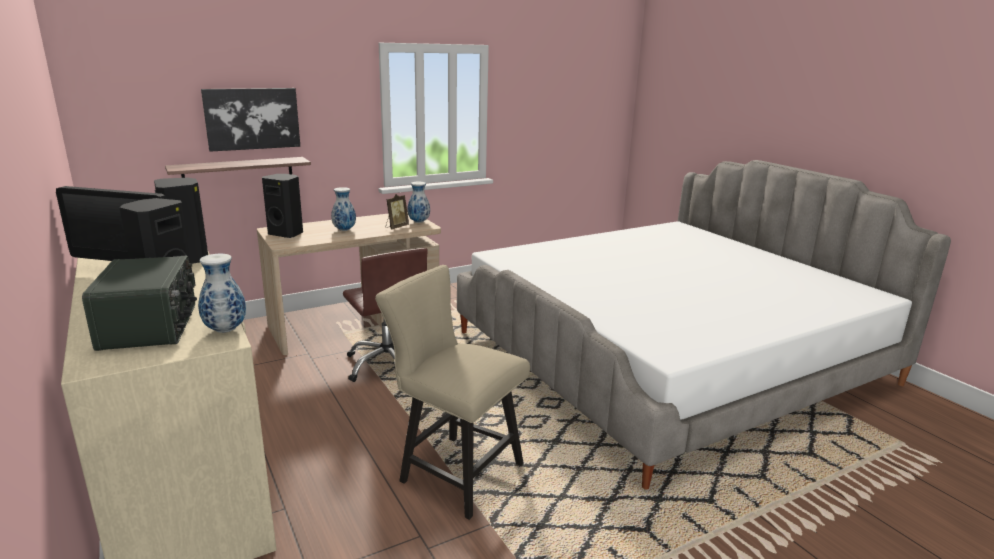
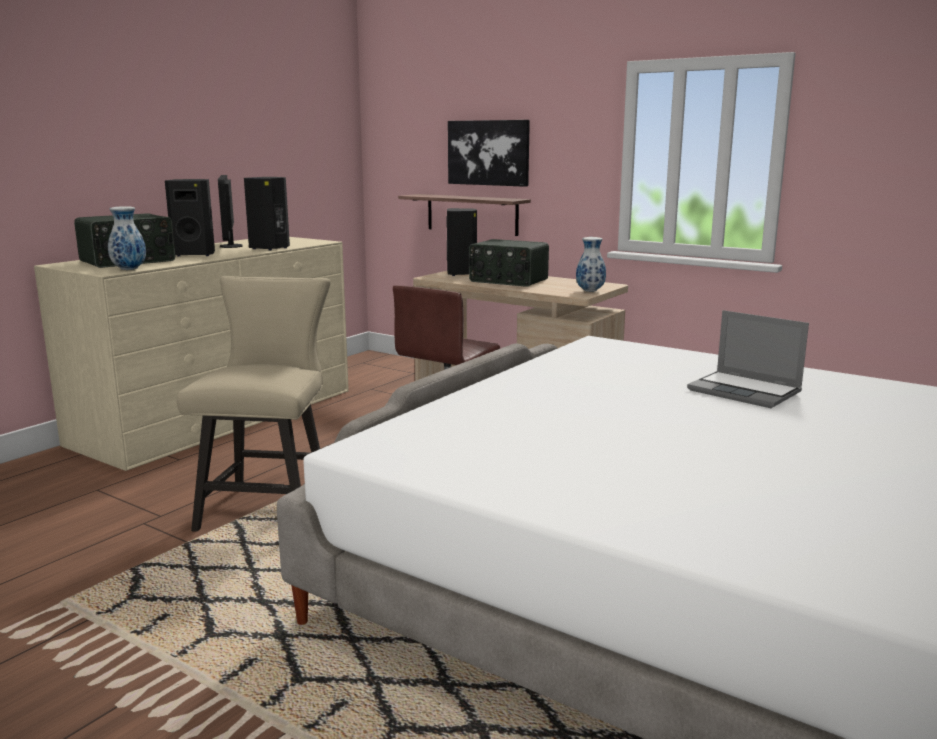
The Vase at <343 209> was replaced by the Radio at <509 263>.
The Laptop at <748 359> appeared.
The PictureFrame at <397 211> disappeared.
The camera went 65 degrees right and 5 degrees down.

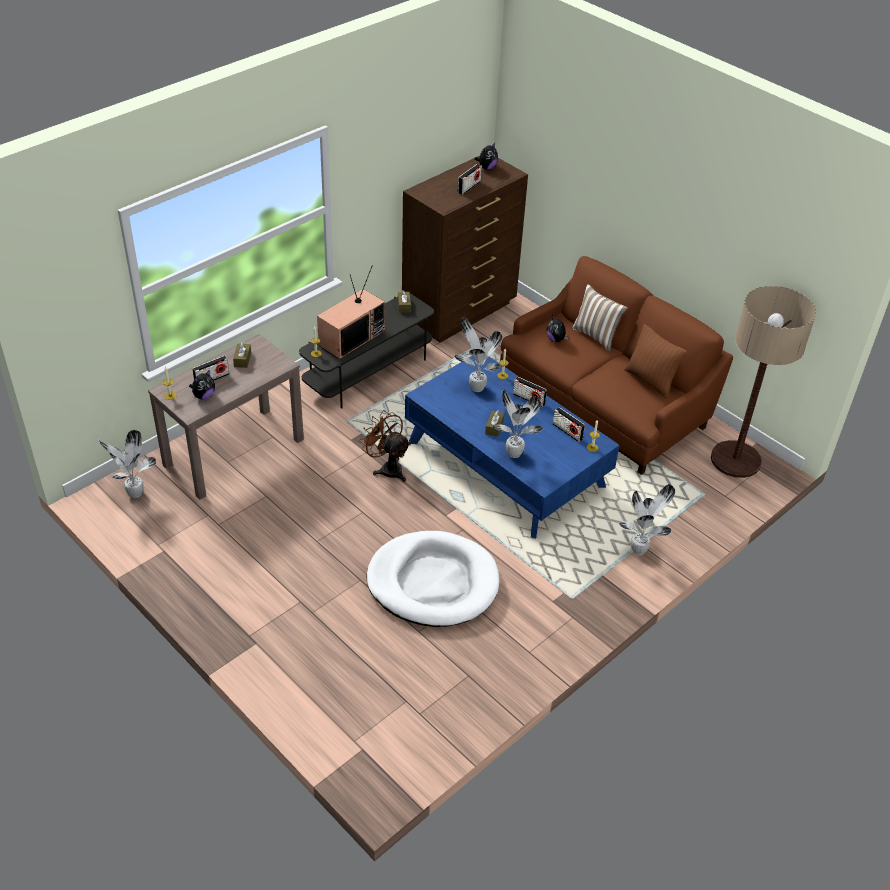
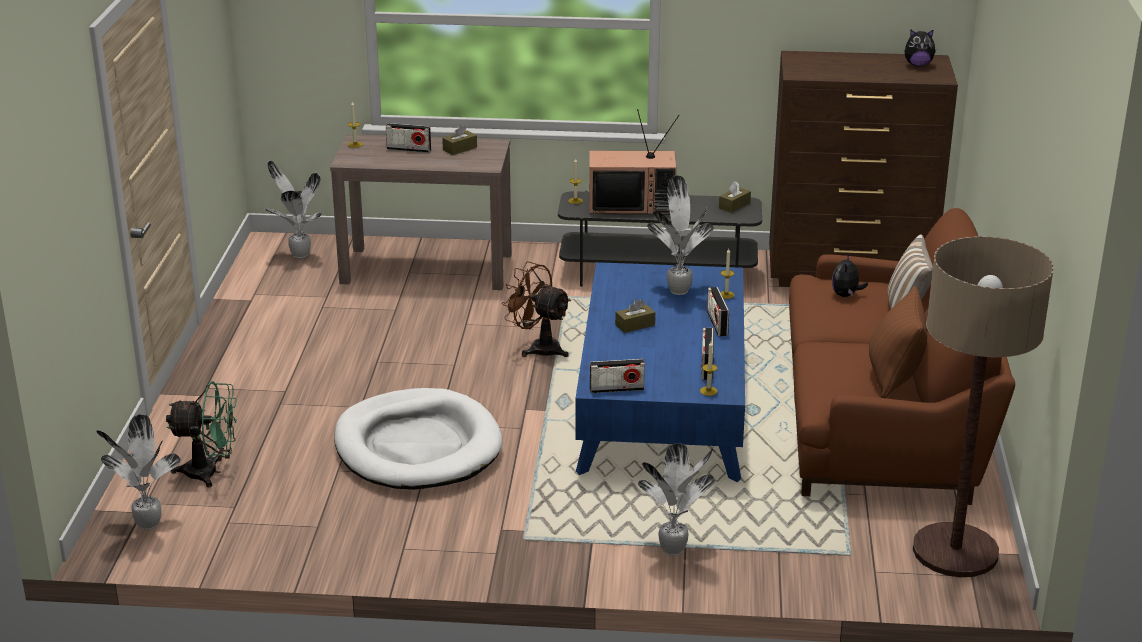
The PottedPlant moved from <517 424> to <138 472>.
The GreenFan at <202 434> appeared.
The BrownFan at <385 446> turned 60 degrees counterclockwise.
The Radio moved from <470 179> to <617 376>.
The PlushToy at <202 385> disappeared.
The camera went 50 degrees right and 15 degrees down.

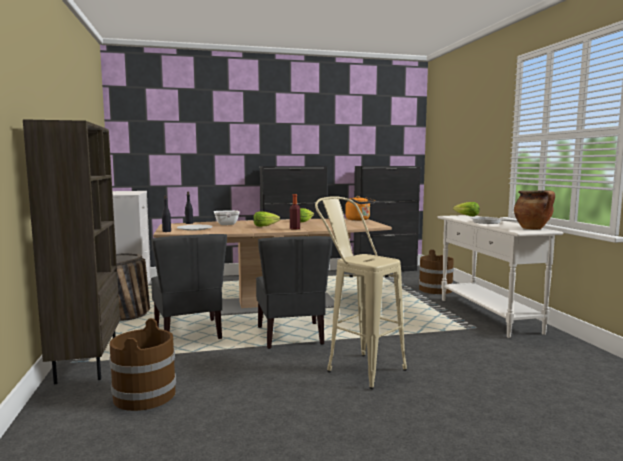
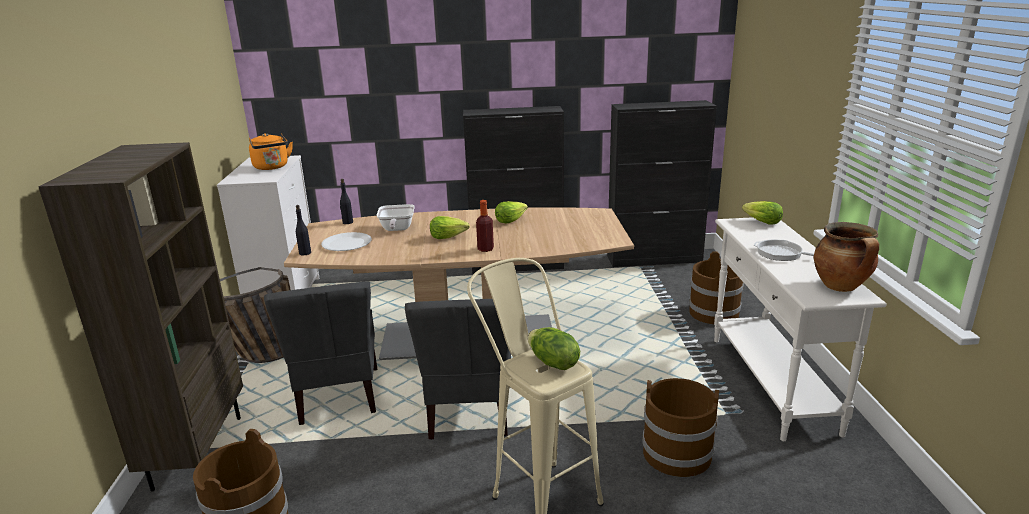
The OrangeKettle moved from <360 208> to <271 151>.
The Lettuce at <554 348> appeared.
The BrownBucket at <680 427> appeared.
The camera went 10 degrees right and 15 degrees up.

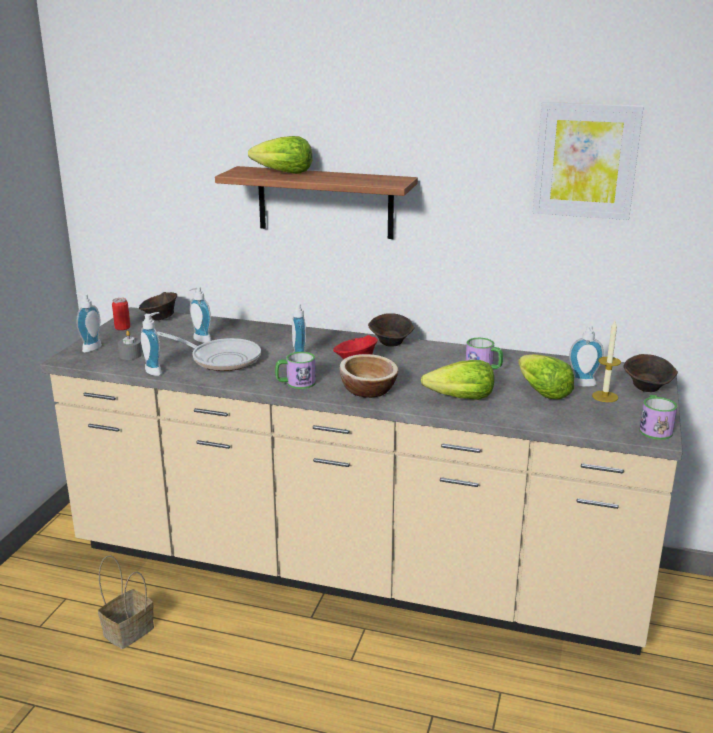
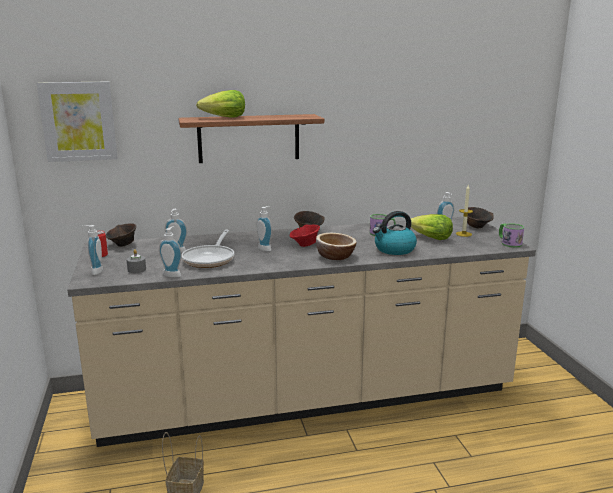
The Picture moved from <588 161> to <77 122>.
The FryingPan at <209 351> turned 105 degrees clockwise.
The Lettuce at <457 380> was replaced by the Kettle at <395 233>.
The Mug at <295 370> disappeared.
The camera went 30 degrees left and 5 degrees down.

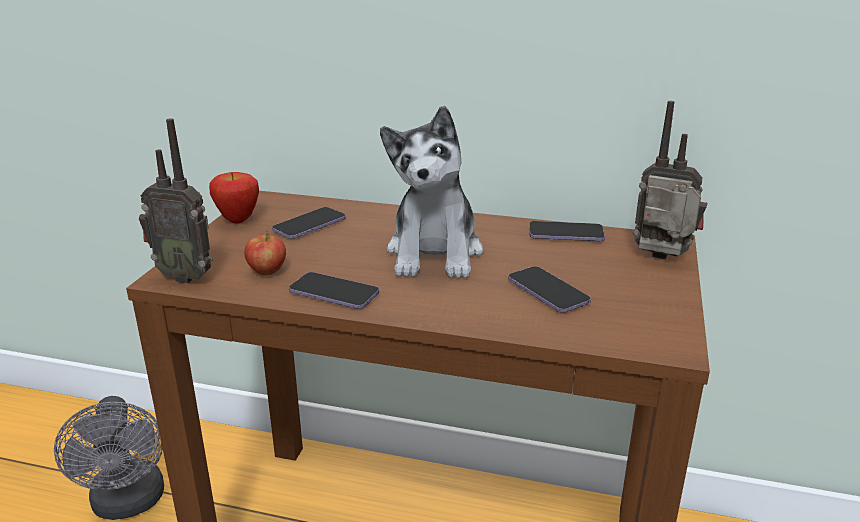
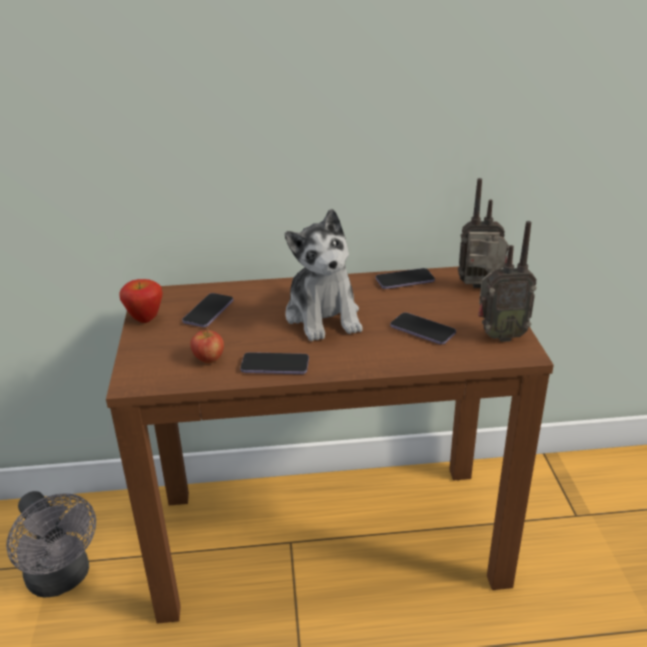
The Radio moved from <175 200> to <507 281>.
The camera went 20 degrees left and 5 degrees up.

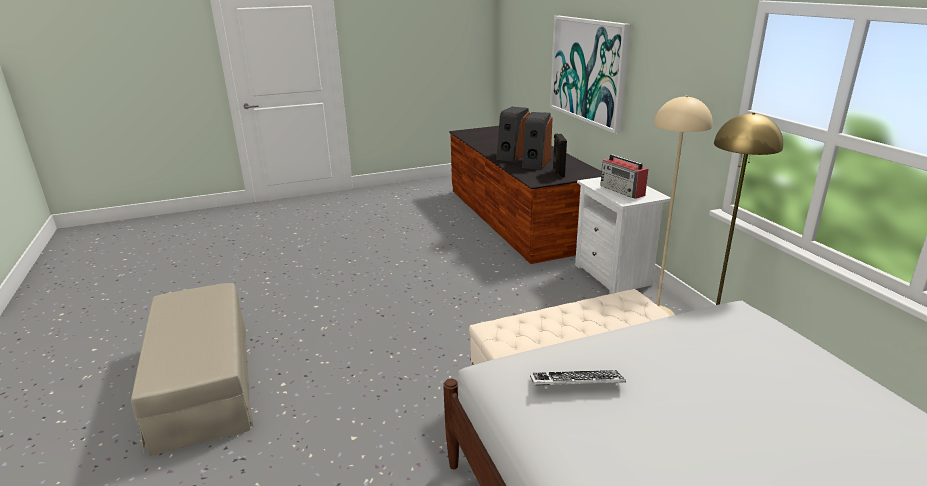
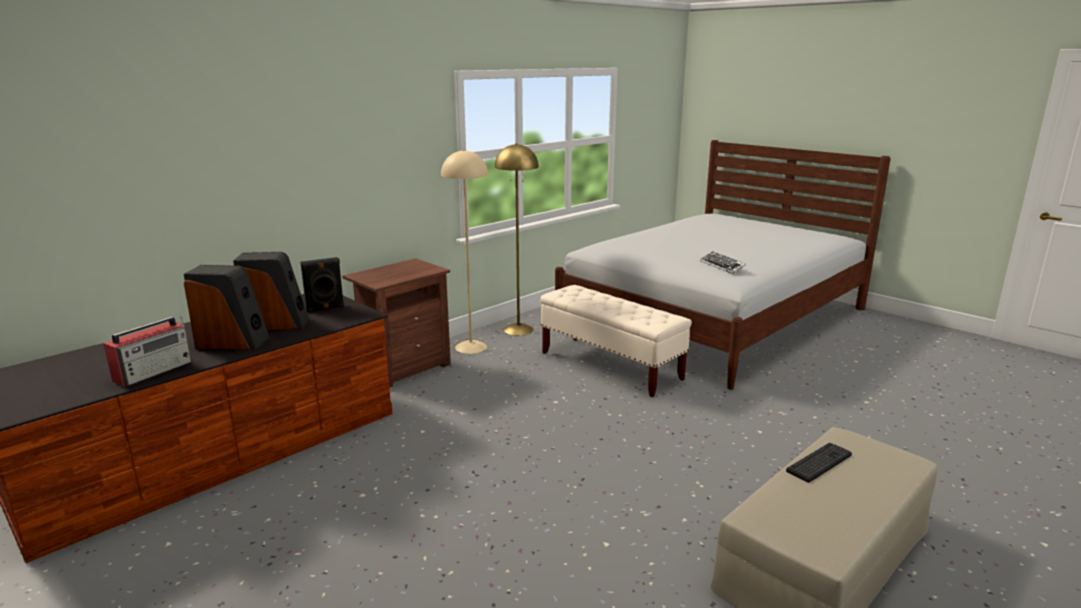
The Radio moved from <624 176> to <147 351>.
The WhiteNightstand at <623 235> became the BrownNightstand at <396 323>.
The Keyboard at <819 463> appeared.
The Picture at <590 75> disappeared.
The camera went 115 degrees left and 5 degrees down.

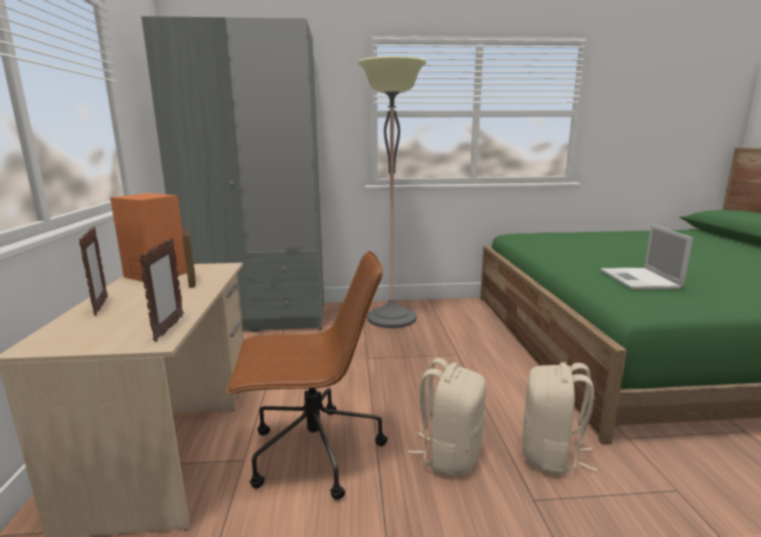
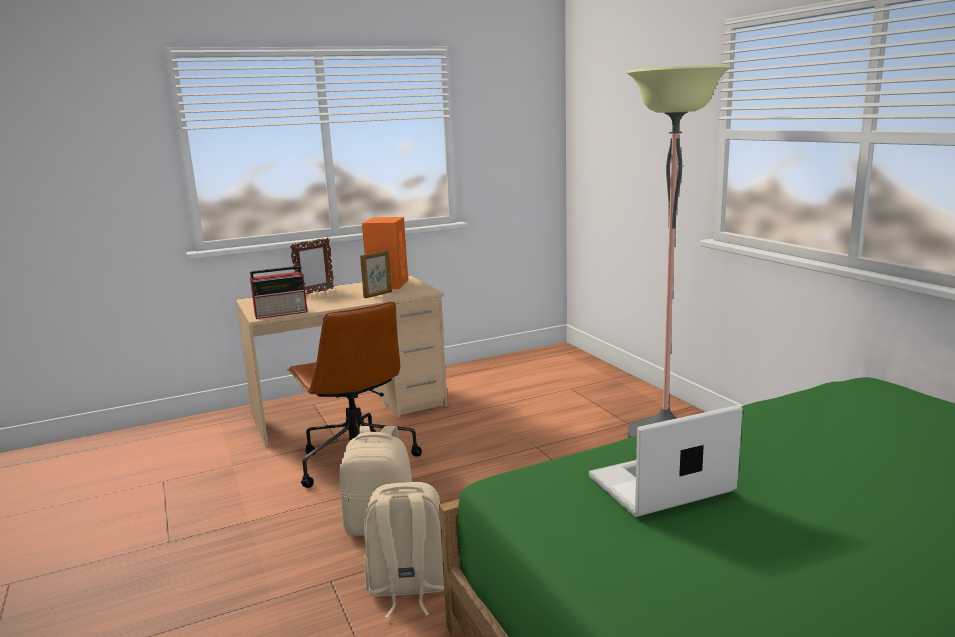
The PictureFrame at <161 289> was replaced by the Radio at <278 292>.
The GreyWardrobe at <232 173> disappeared.
The camera went 70 degrees right and 0 degrees up.

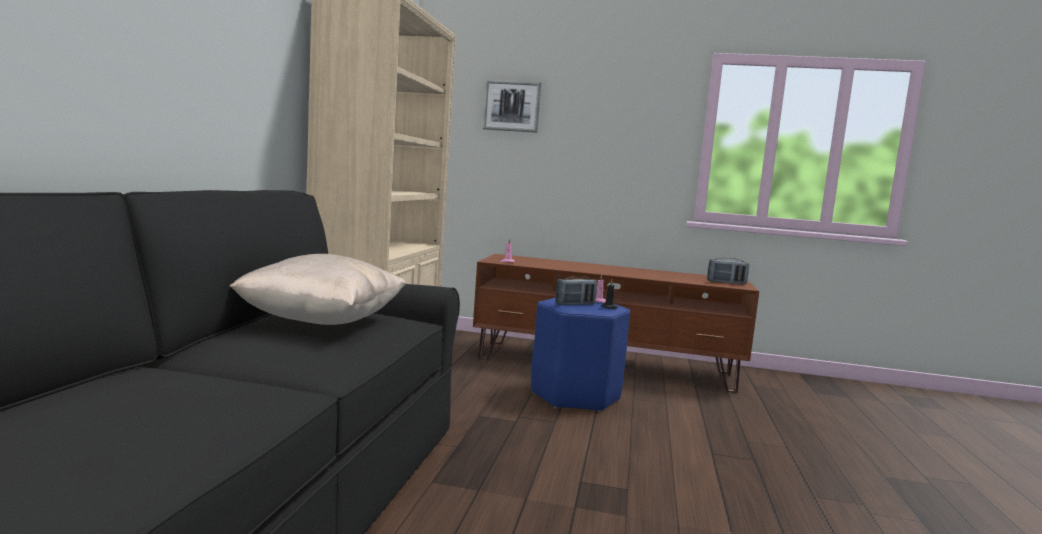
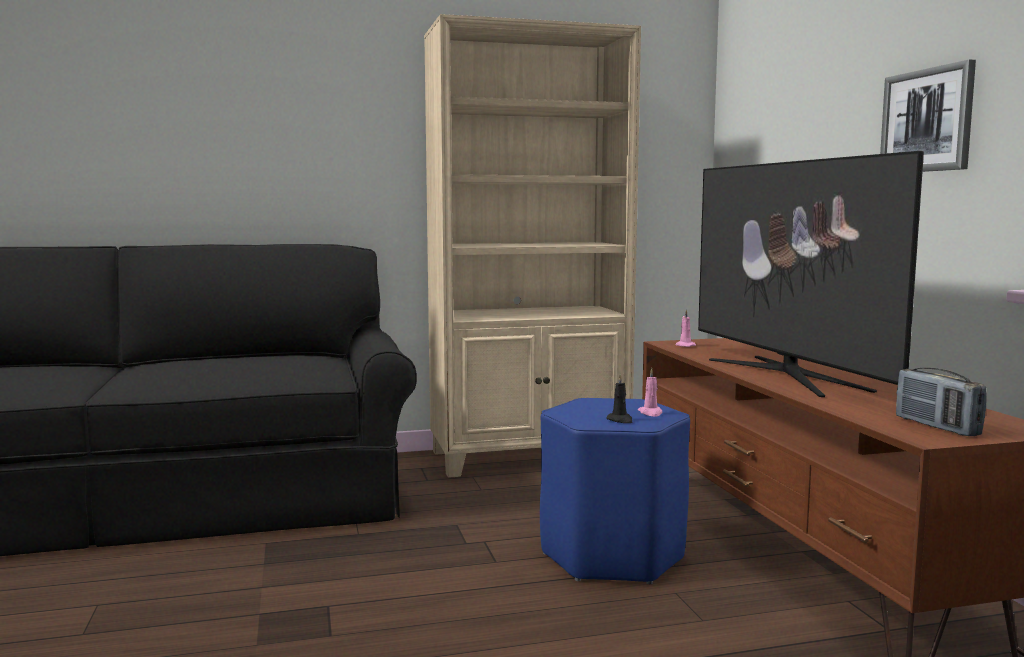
The Television at <811 274> appeared.
The Picture moved from <512 106> to <928 115>.
The BeigePillow at <318 289> disappeared.
The Radio at <576 290> disappeared.
The camera went 65 degrees right and 0 degrees up.

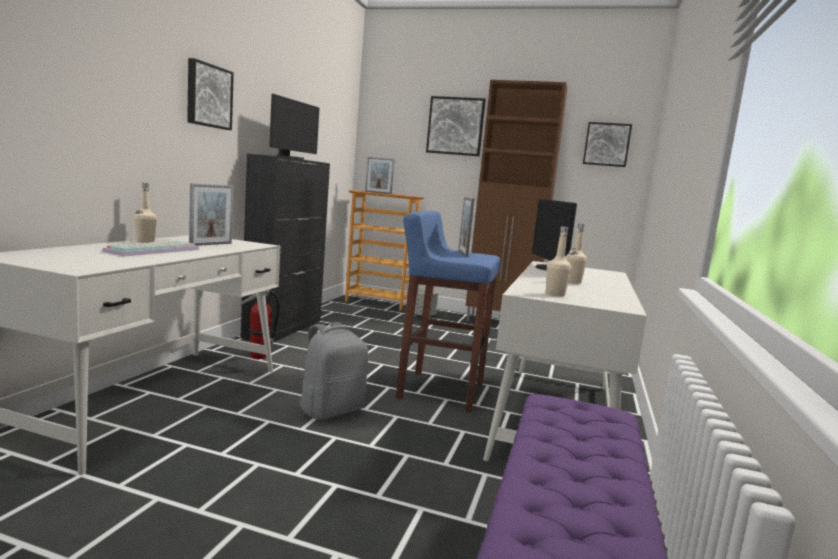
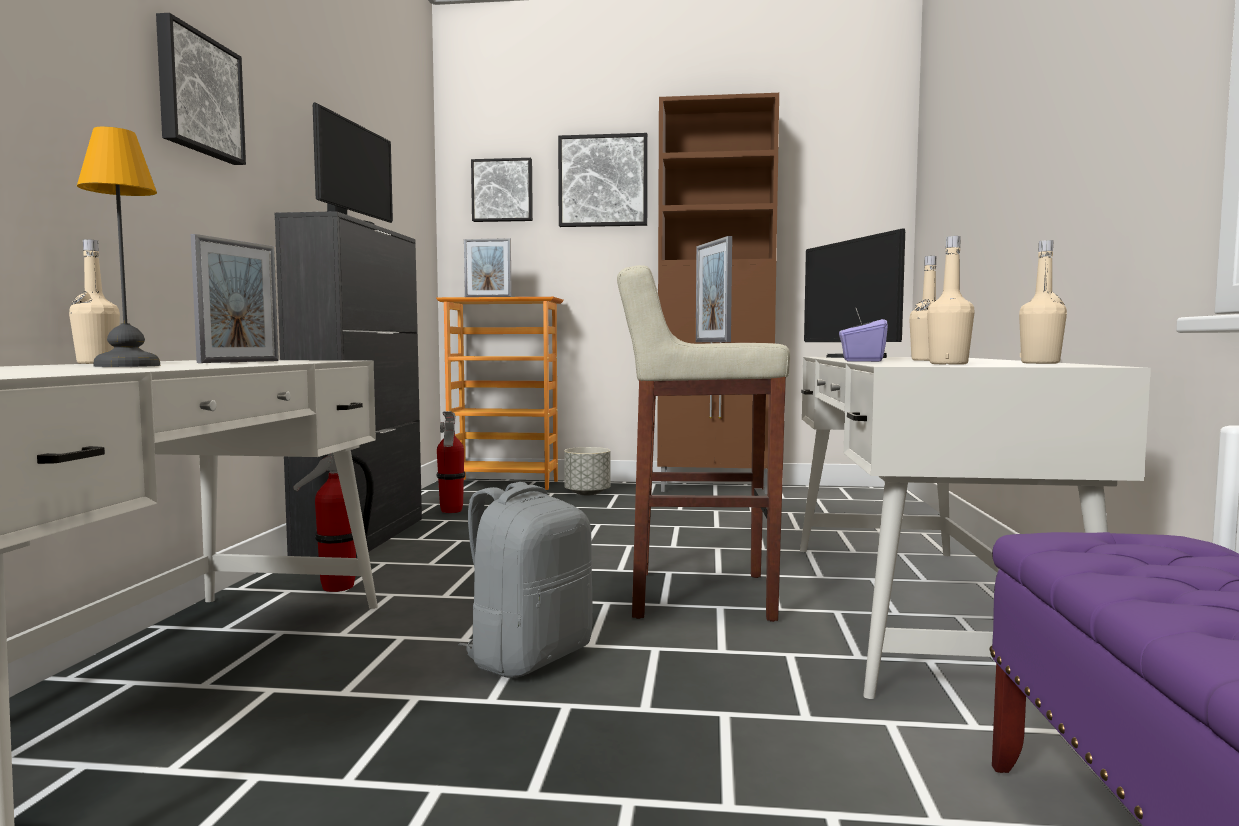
The Keyboard at <150 248> was replaced by the TableLamp at <118 247>.
The FireExtinguisher at <451 462> appeared.
The Picture moved from <607 144> to <502 190>.
The BlueStool at <448 311> became the BeigeStool at <703 443>.
The PurpleTissueBox at <863 334> appeared.
The BeigeBottle at <1043 302> appeared.
The camera went 10 degrees left and 5 degrees down.

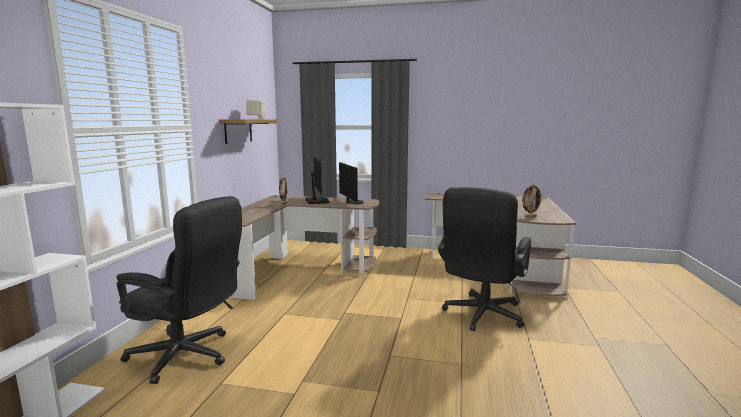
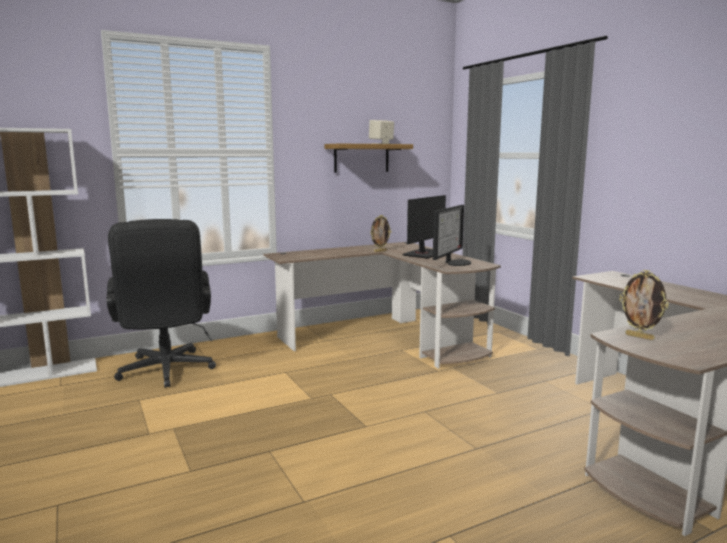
The BlackOfficeChair at <484 259> disappeared.
The camera went 50 degrees right and 0 degrees up.

